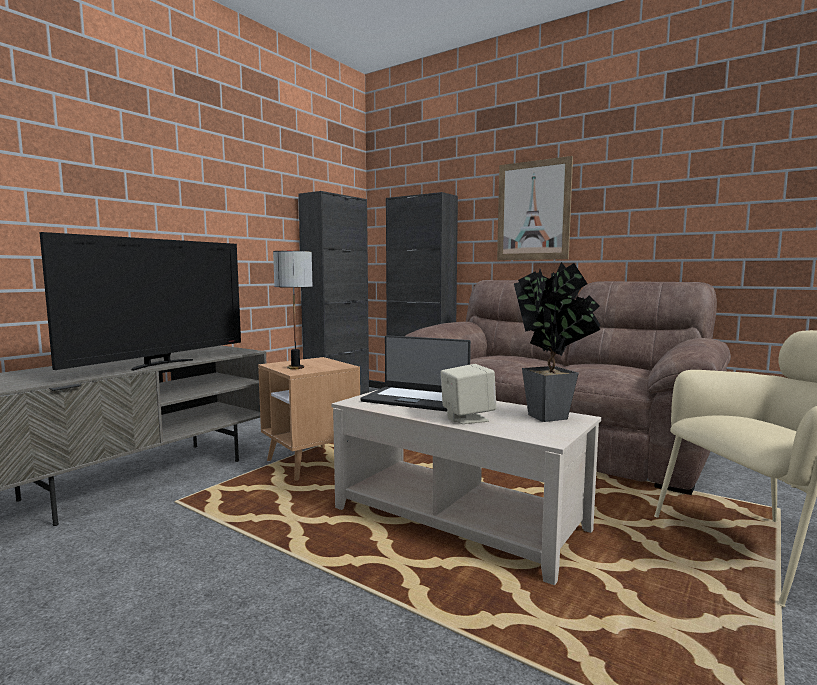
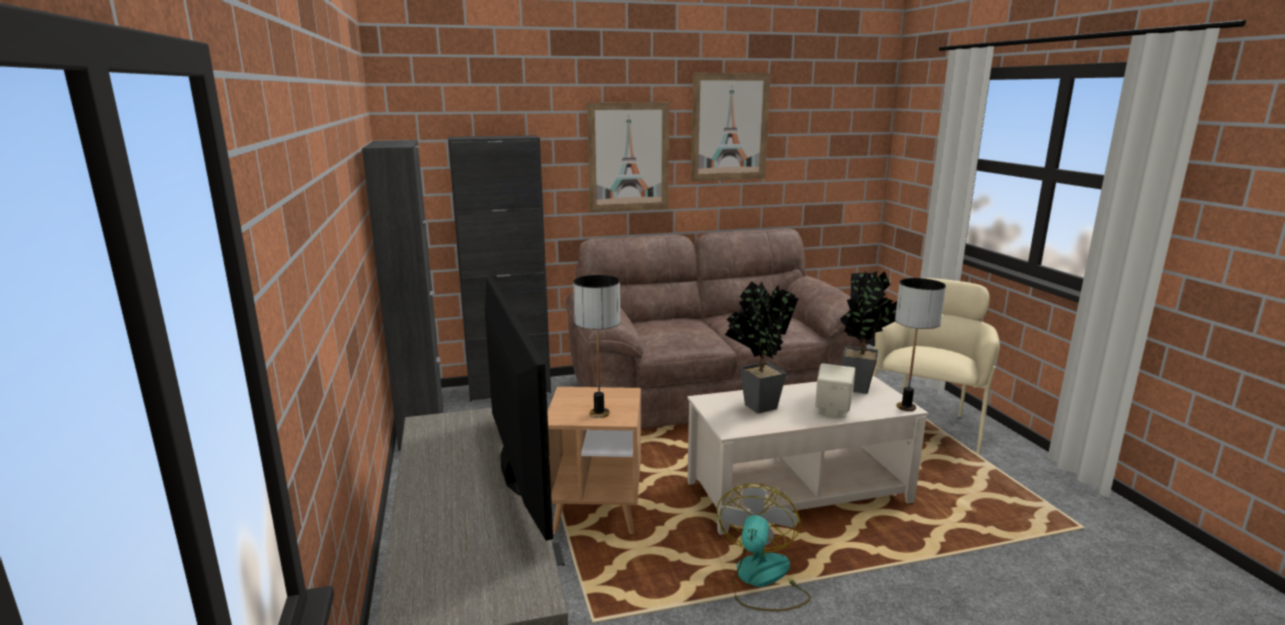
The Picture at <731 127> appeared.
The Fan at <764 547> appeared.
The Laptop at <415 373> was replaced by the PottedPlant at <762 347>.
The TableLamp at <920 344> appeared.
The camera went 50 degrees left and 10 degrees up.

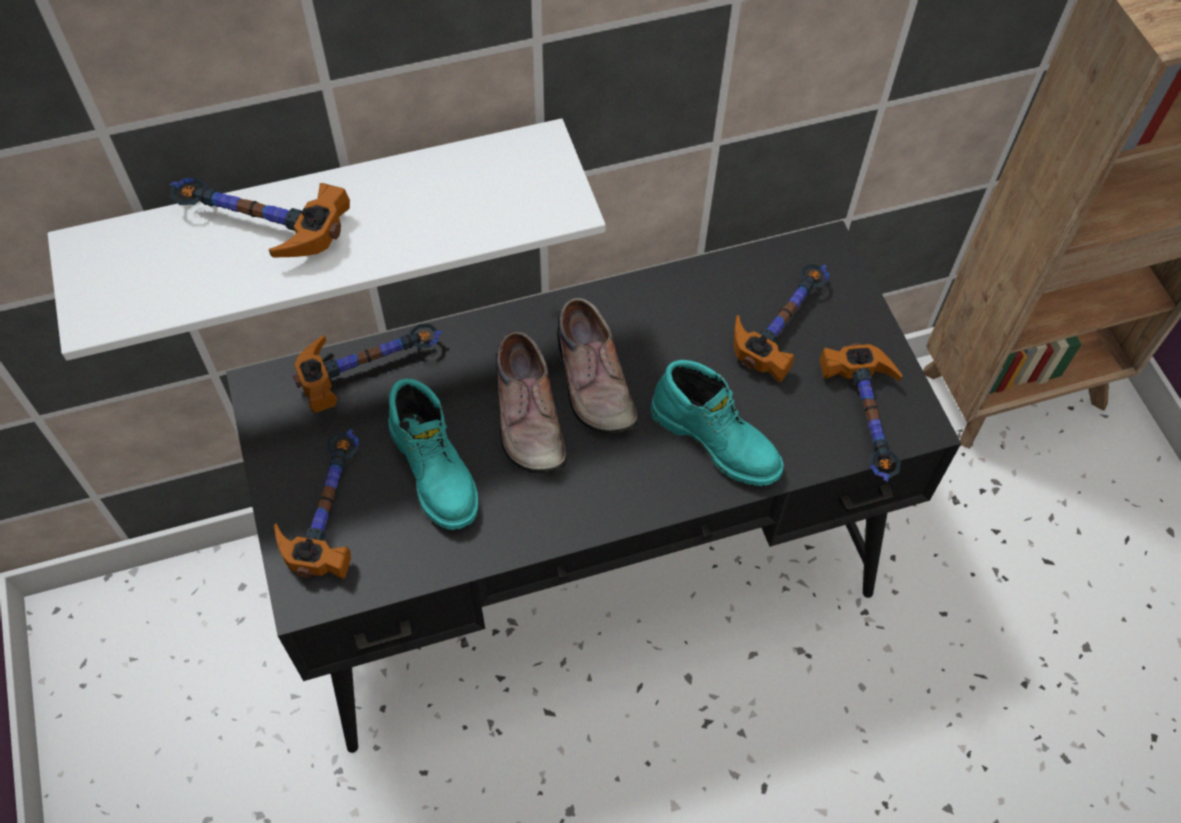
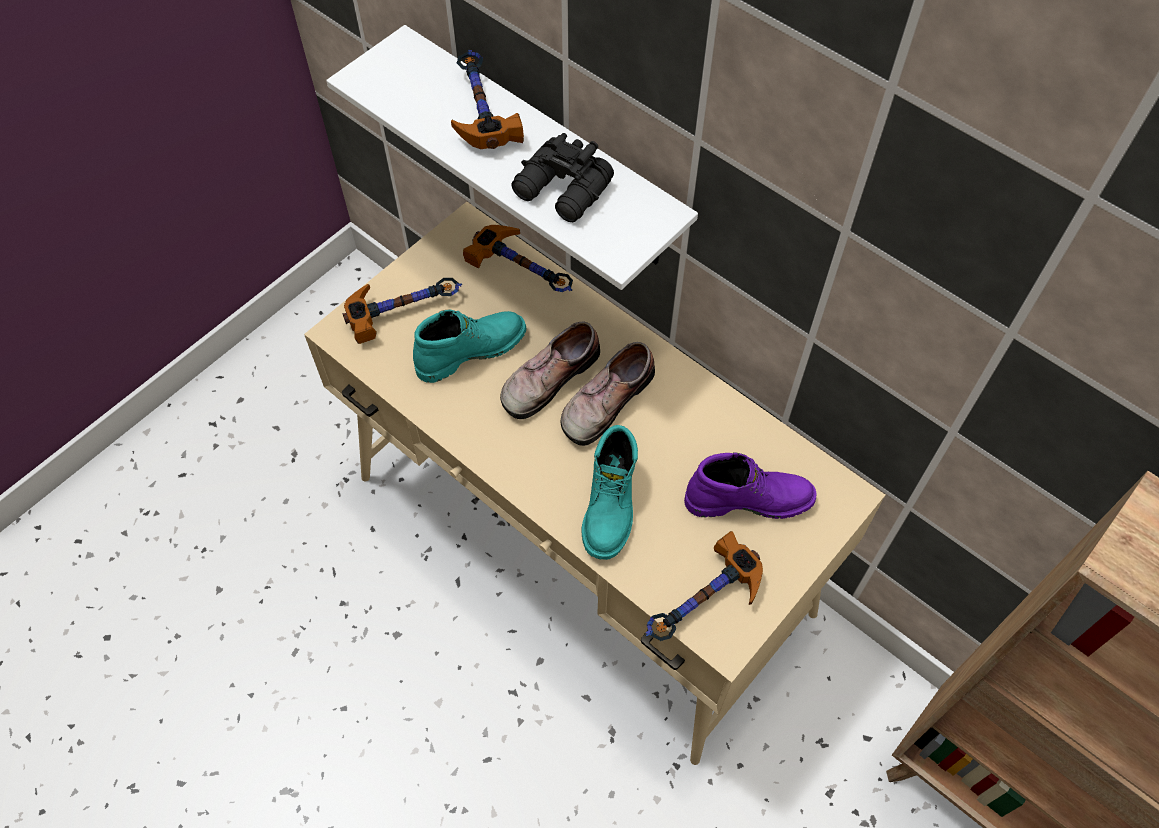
The BlackDesk at <593 486> became the BeigeDesk at <594 483>.
The TurquoiseBoot at <433 454> turned 150 degrees counterclockwise.
The BlackBinoculars at <562 177> appeared.
The Hammer at <781 323> was replaced by the PurpleBoot at <750 485>.
The camera went 60 degrees right and 0 degrees up.

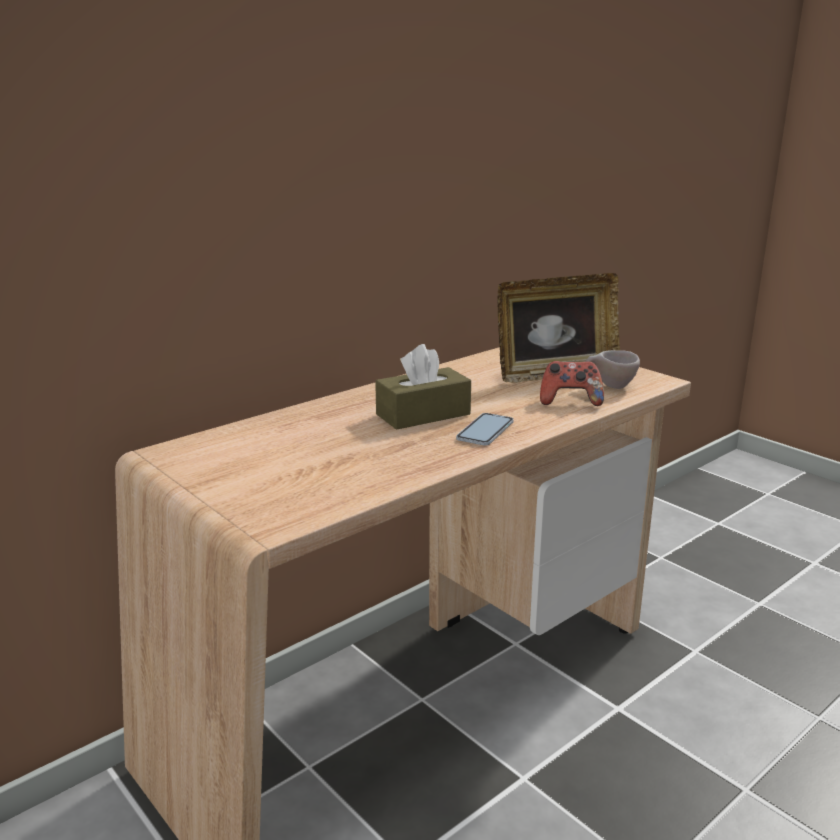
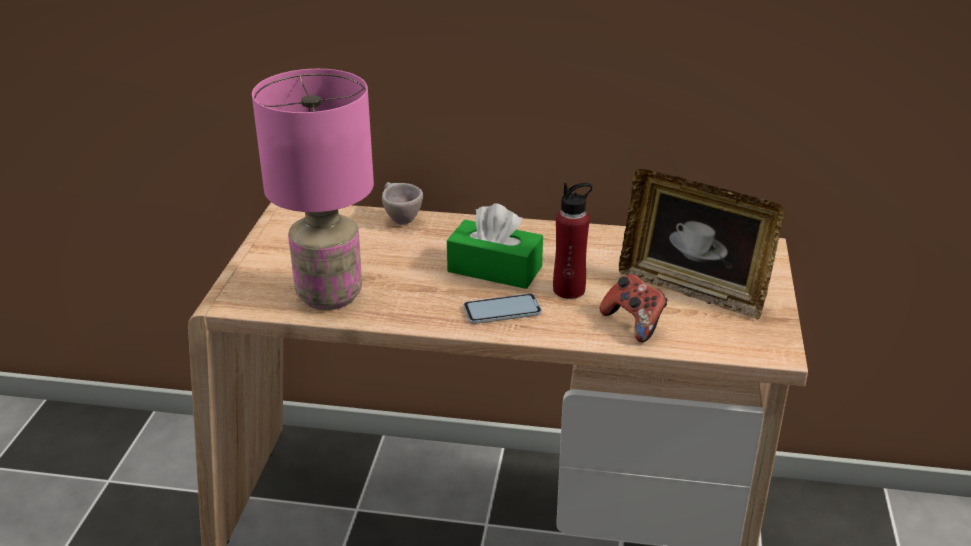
The PinkTableLamp at <313 189> appeared.
The BeigeCup moved from <613 369> to <402 203>.
The BrownTissueBox at <423 387> became the GreenTissueBox at <495 246>.
The RedBottle at <572 241> appeared.
The camera went 50 degrees right and 10 degrees up.

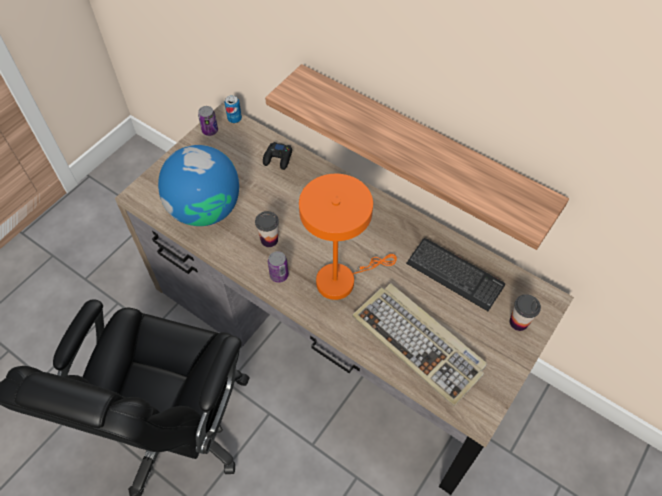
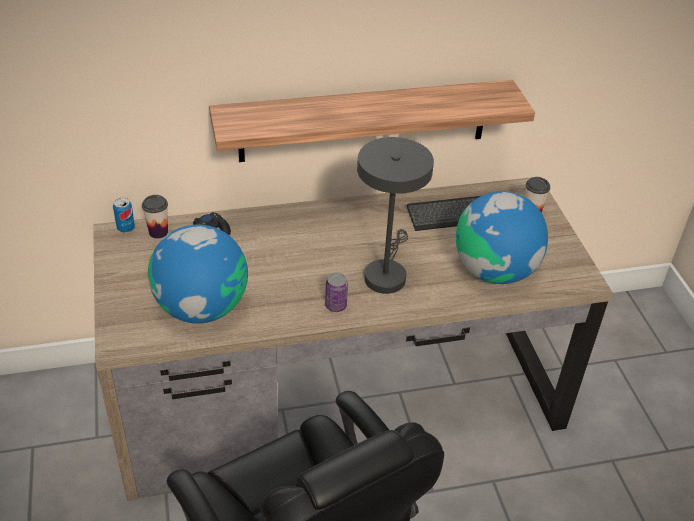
The Cup moved from <267 229> to <155 217>.
The OrangeTableLamp at <348 237> became the GreyTableLamp at <395 215>.
The Keyboard at <419 344> was replaced by the Globe at <502 237>.
The Can at <208 121> disappeared.
The camera went 50 degrees left and 15 degrees down.

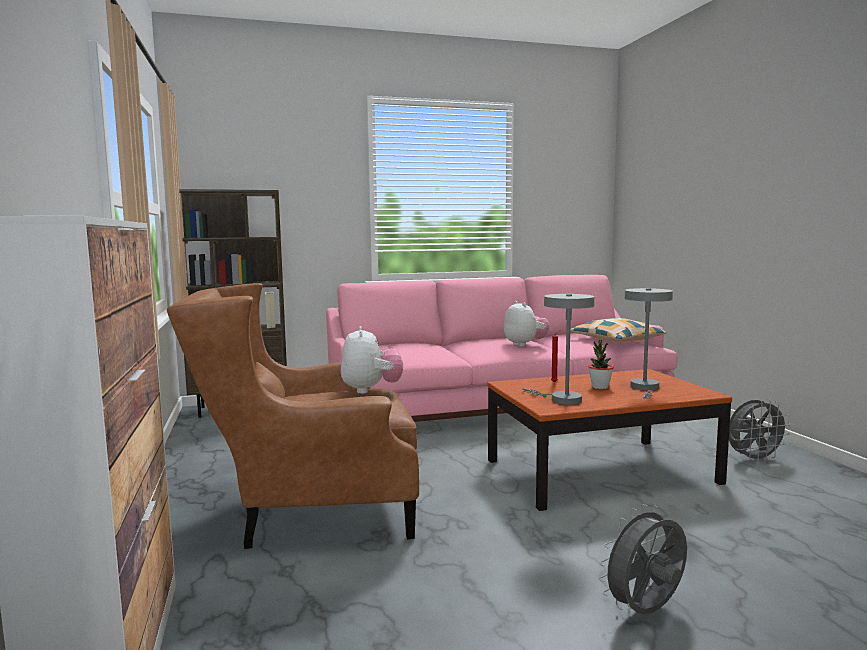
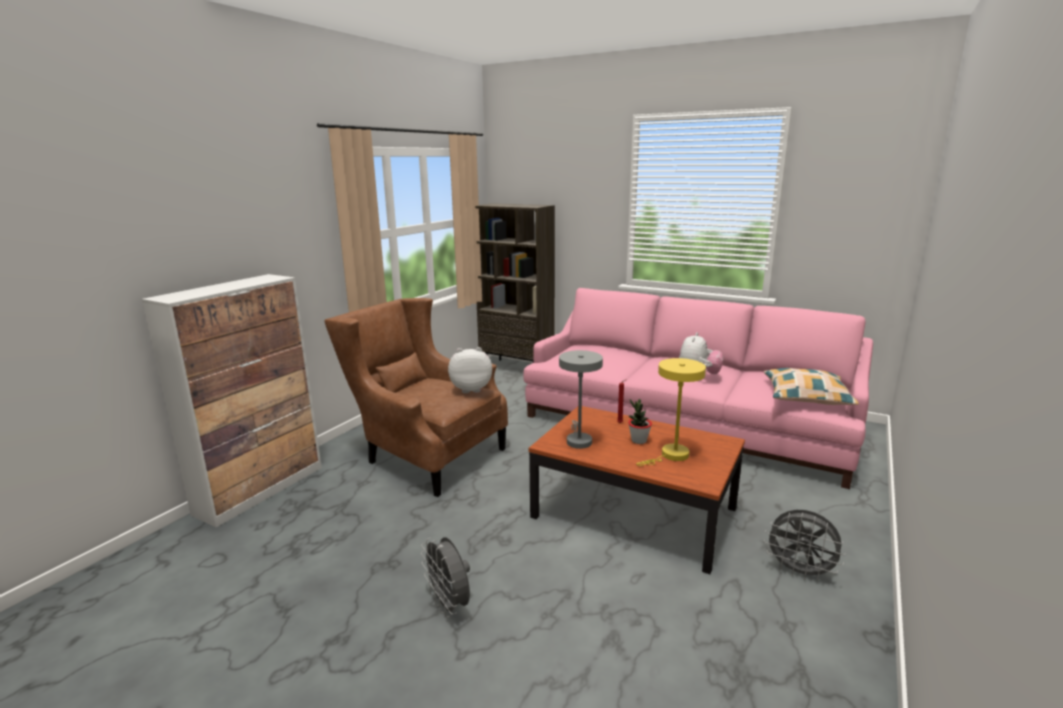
The GreyFan at <643 559> turned 135 degrees counterclockwise.
The PlushToy at <372 360> turned 135 degrees counterclockwise.
The GreyTableLamp at <648 343> became the YellowTableLamp at <671 412>.
The camera went 45 degrees right and 10 degrees up.

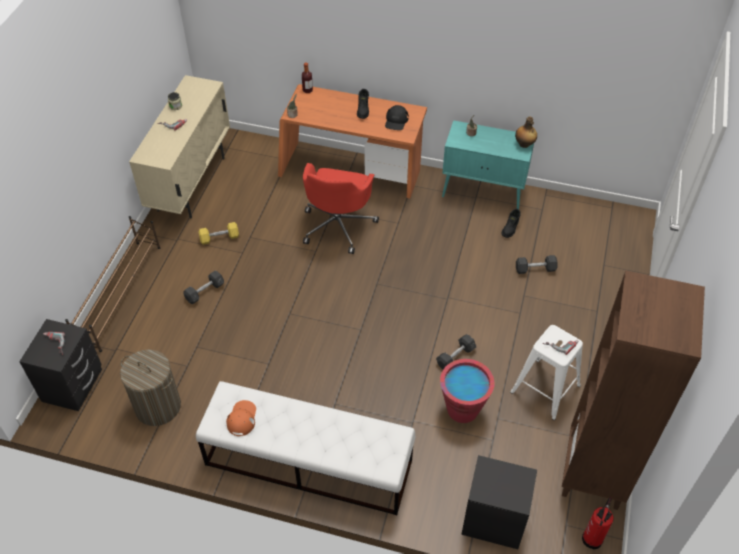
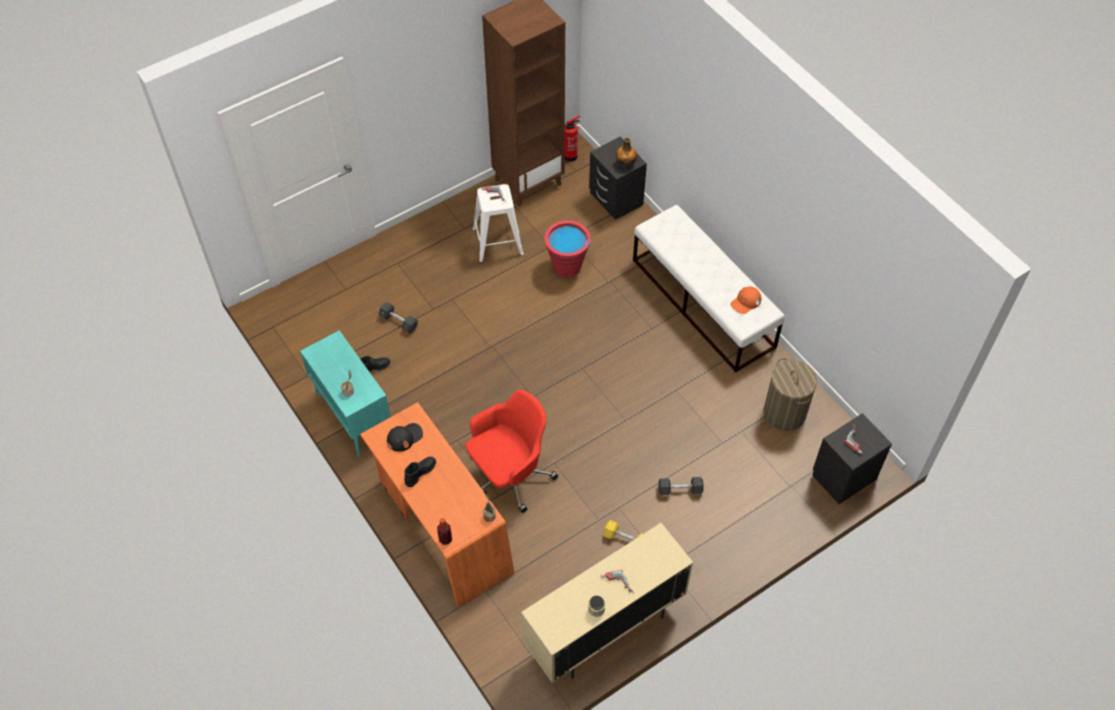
The Bottle moved from <526 132> to <626 153>.
The BrownShoeRack at <112 284> disappeared.
The GreyDumbbell at <456 351> disappeared.
The camera went 140 degrees left and 5 degrees up.

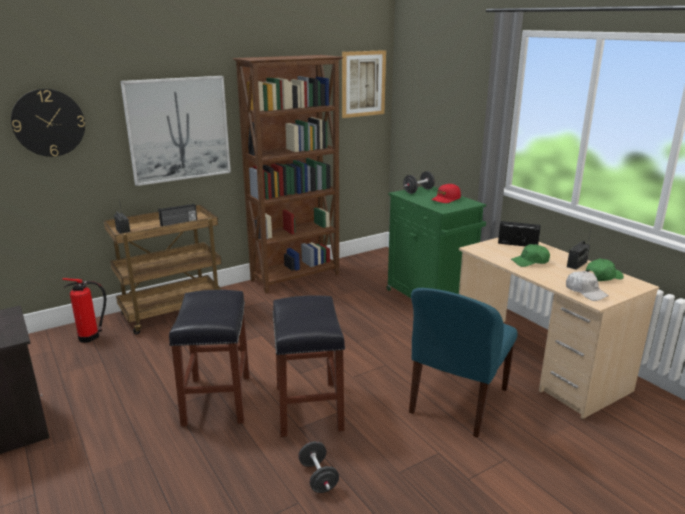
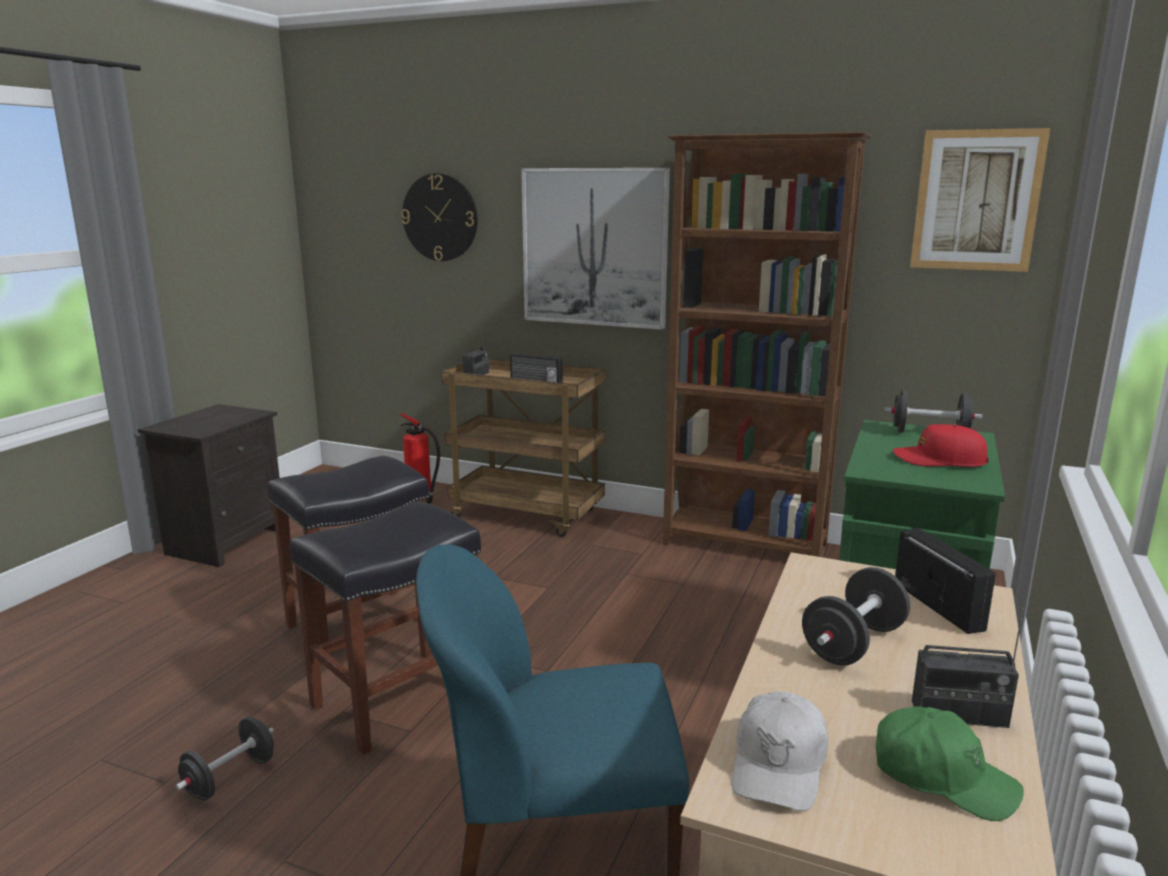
The GreenCap at <530 255> was replaced by the BlackDumbbell at <856 616>.
The camera went 55 degrees right and 5 degrees down.

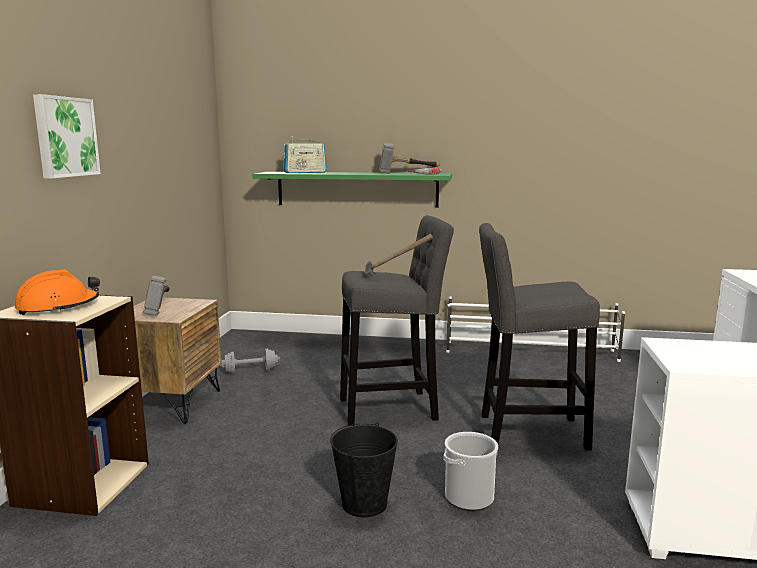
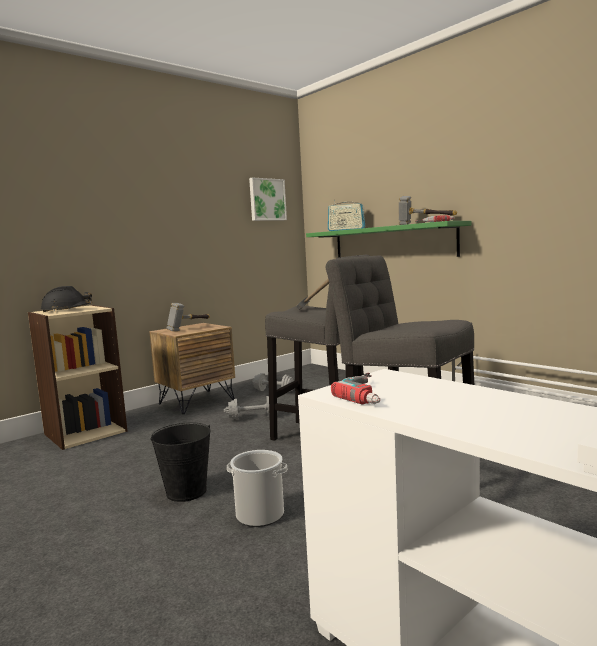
The OrangeHardHat at <57 292> became the BlackHardHat at <66 299>.
The GreyDumbbell at <251 408> appeared.
The Picture moved from <67 136> to <268 199>.
The PowerDrill at <355 389> appeared.
The camera went 40 degrees right and 5 degrees down.

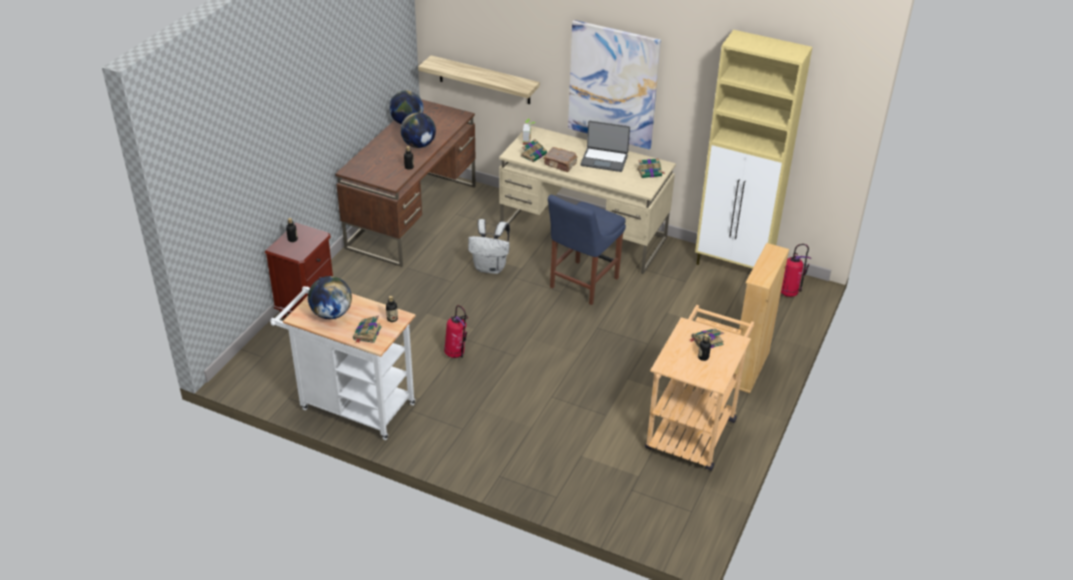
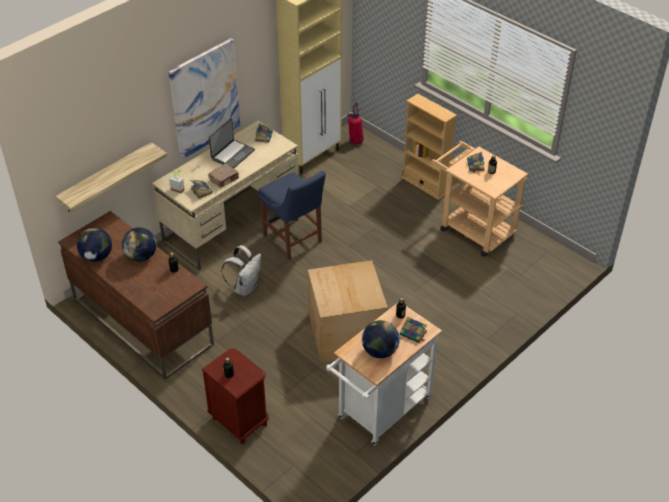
The FireExtinguisher at <456 331> was replaced by the CardboardBox at <348 311>.
The camera went 70 degrees left and 5 degrees up.

